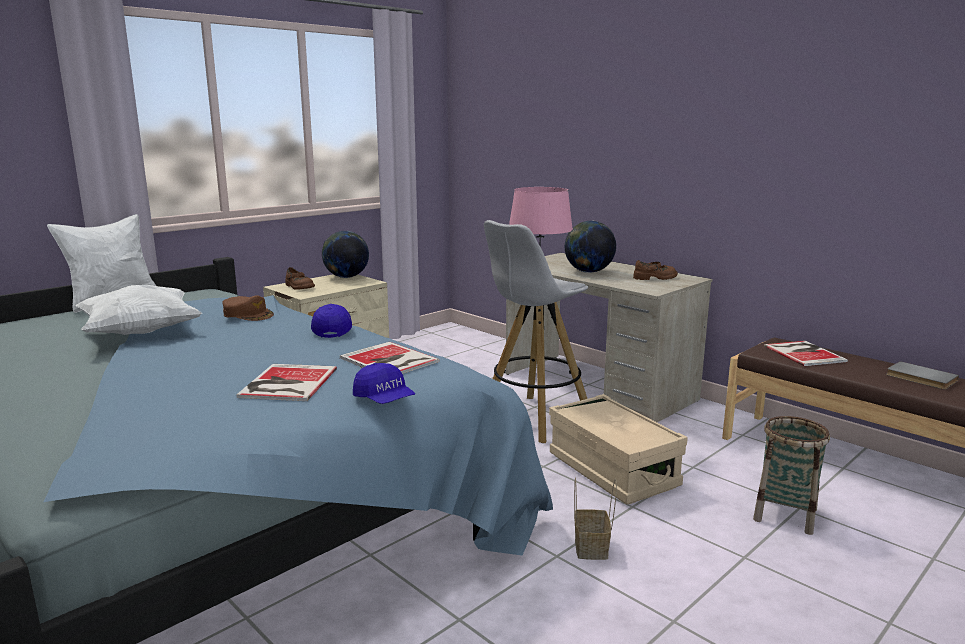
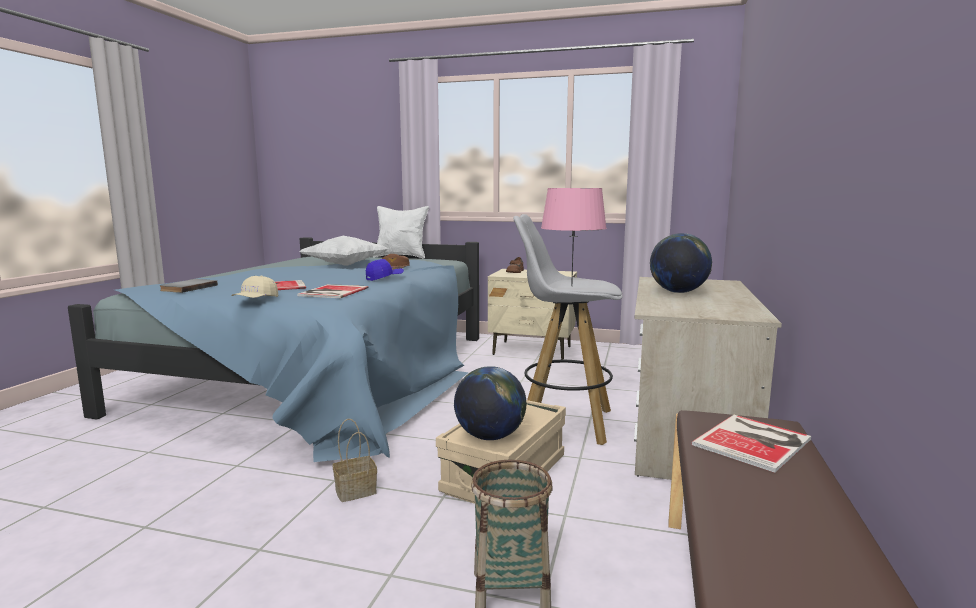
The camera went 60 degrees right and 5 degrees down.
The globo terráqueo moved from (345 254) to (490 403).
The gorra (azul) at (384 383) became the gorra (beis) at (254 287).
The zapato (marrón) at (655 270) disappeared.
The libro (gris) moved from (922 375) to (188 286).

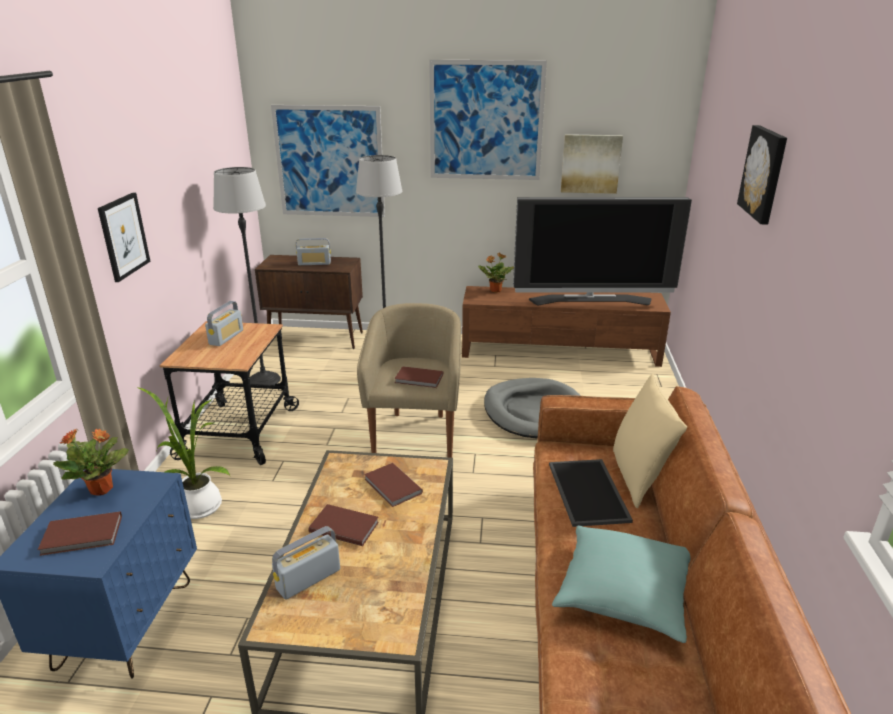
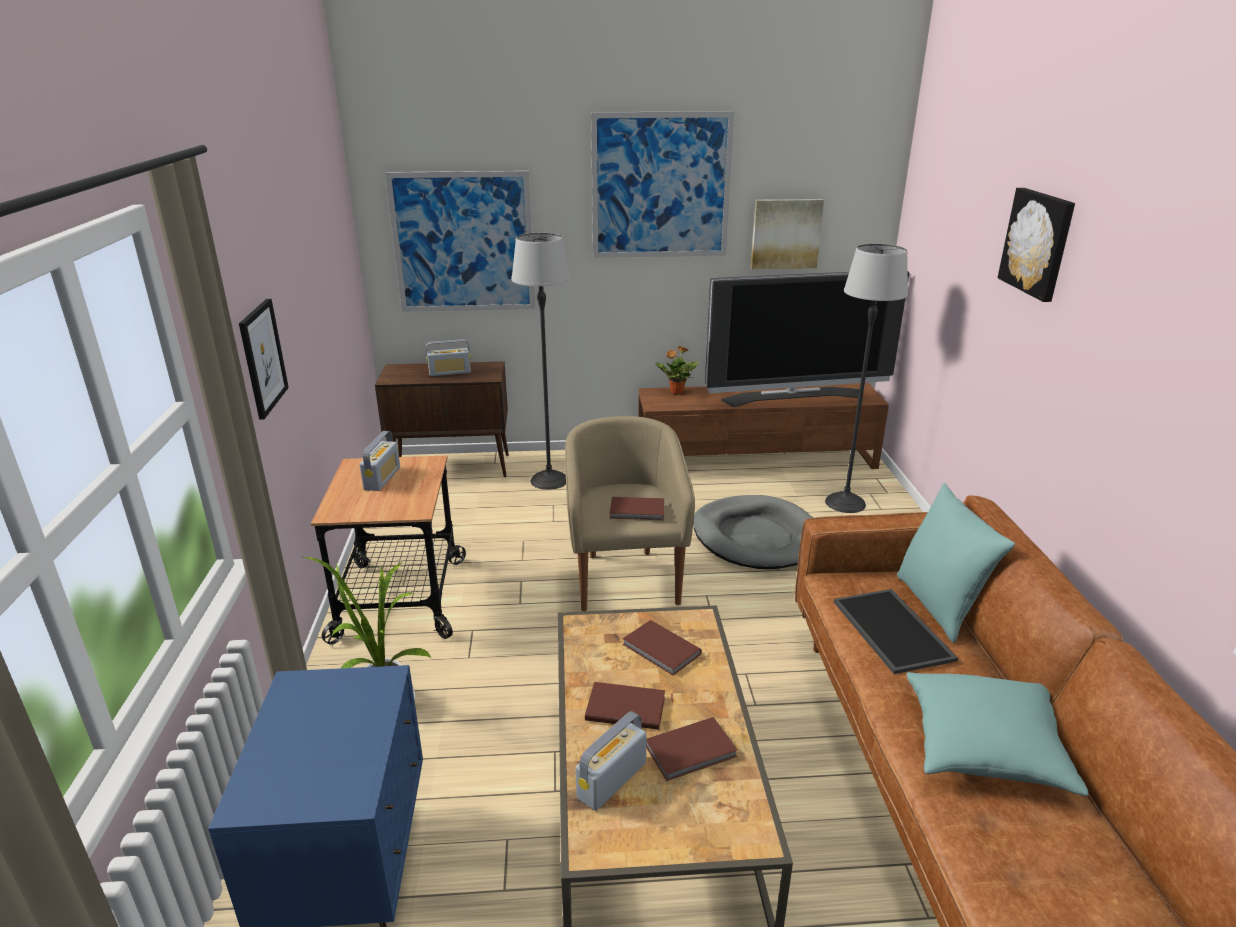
The camera went 10 degrees left and 0 degrees up.
The libro (marrón) moved from (80 533) to (691 749).
The planta en maceta at (91 462) disappeared.
The lámpara de pie moved from (247 276) to (866 378).
The cojín (beis) at (650 440) became the cojín (turquesa) at (956 563).

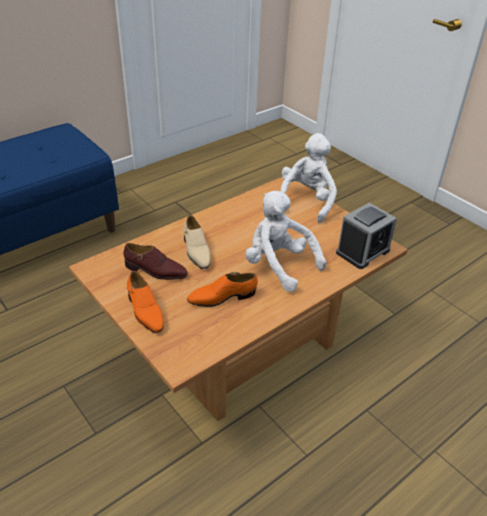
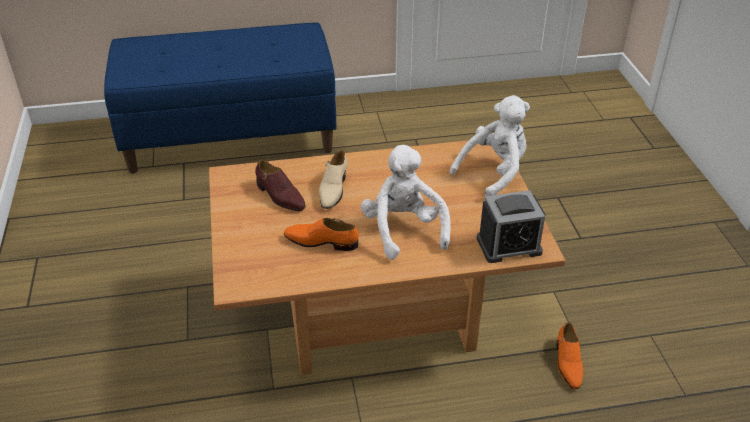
The camera went 30 degrees right and 0 degrees up.
The zapato (naranja) moved from (145 302) to (569 355).

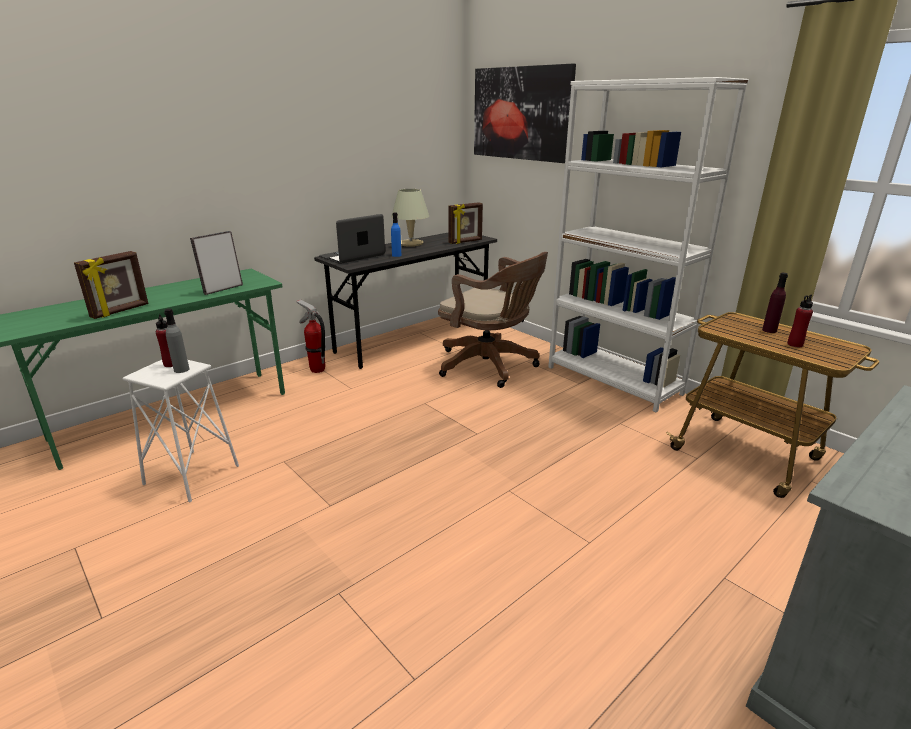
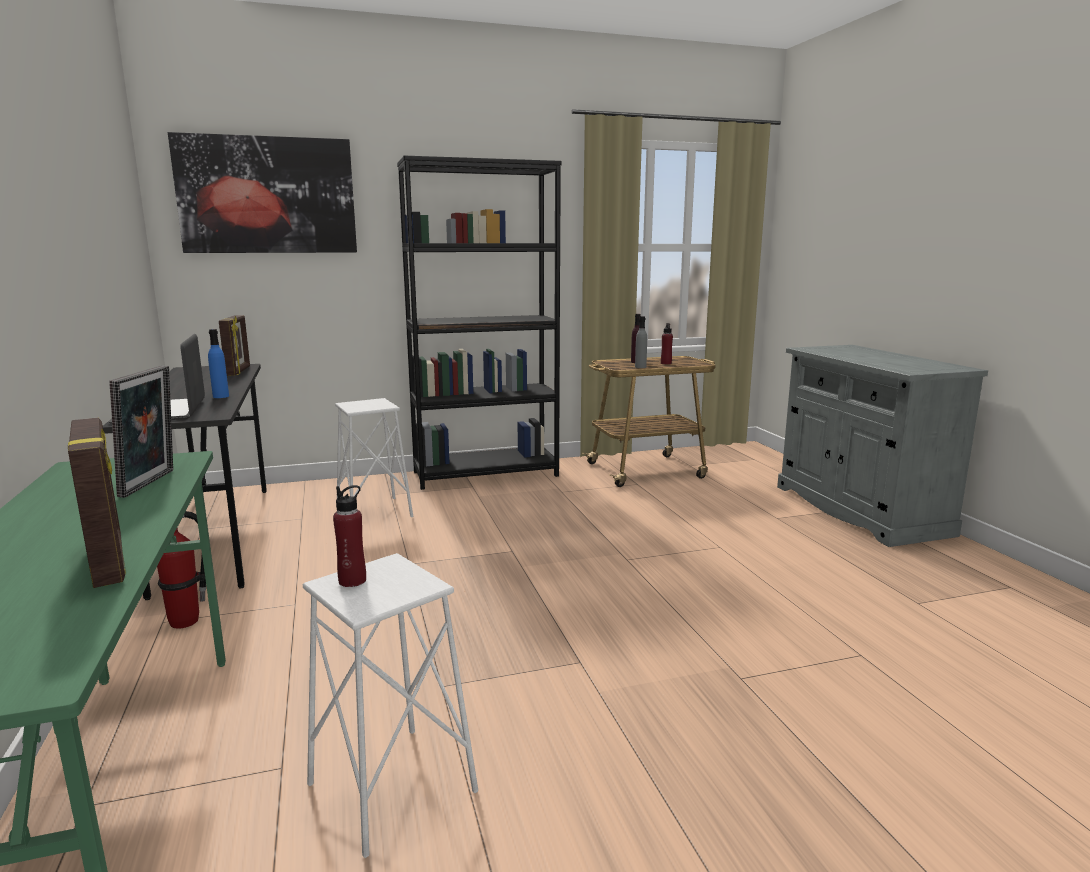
The camera went 65 degrees left and 10 degrees down.
The botella (gris) moved from (176 341) to (641 342).
The portarretratos at (216 263) turned 150 degrees counterclockwise.
The lámpara de mesa (beis) at (410 218) disappeared.
The silla de oficina (marrón) at (493 320) was replaced by the taburete (blanco) at (374 457).
The estantería (blanco) at (648 244) became the estantería (negro) at (479 323).

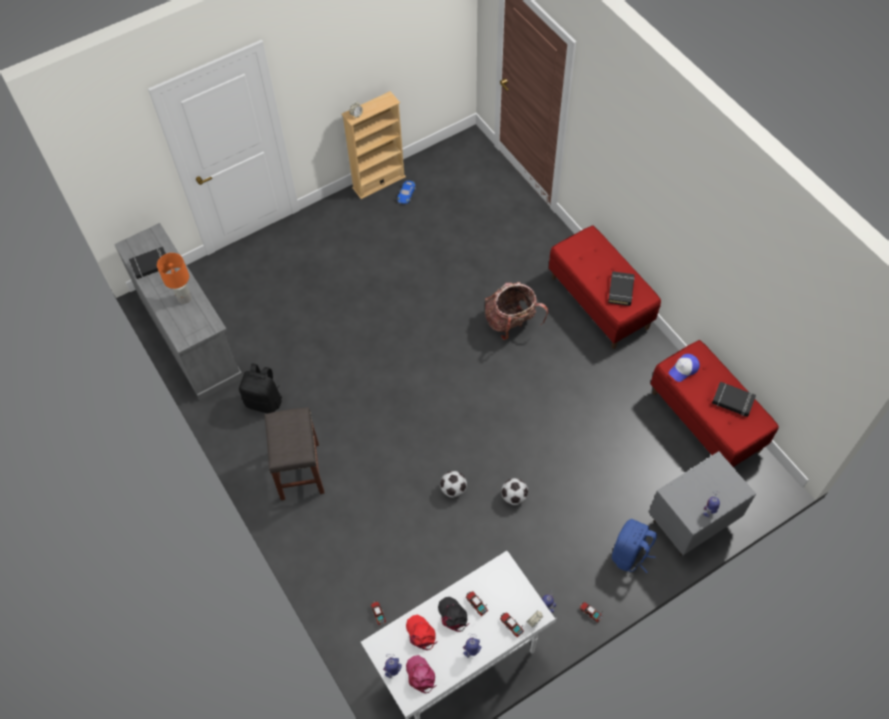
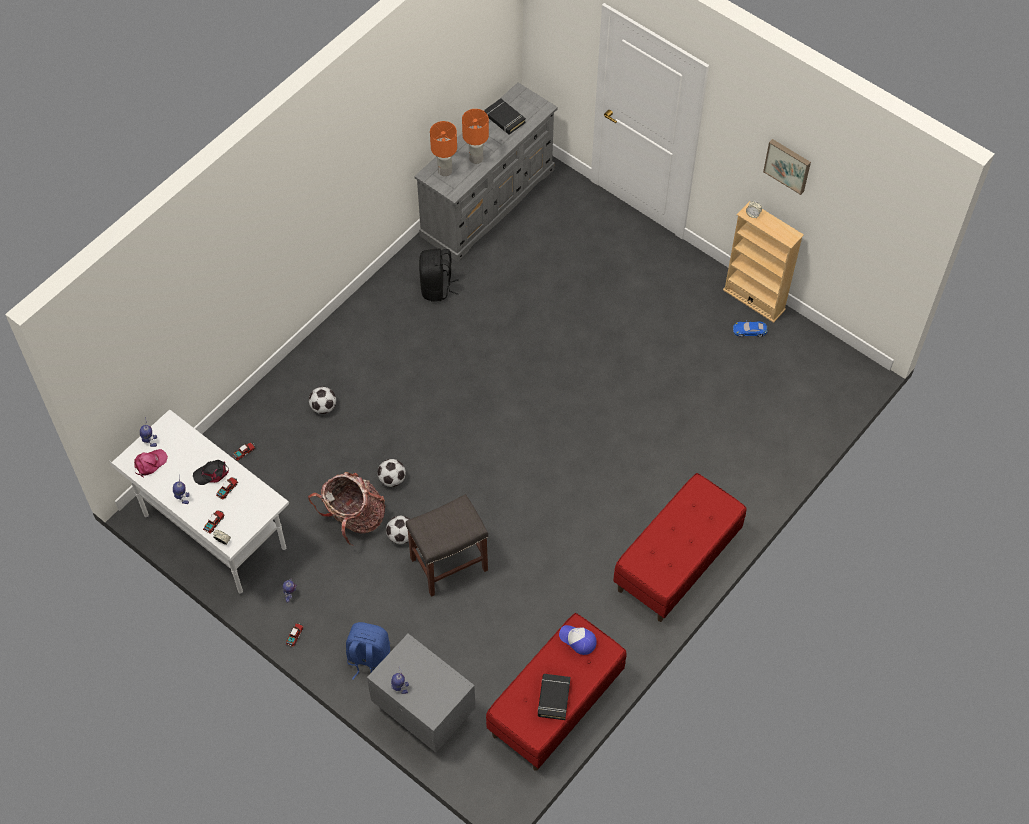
The camera went 70 degrees right and 0 degrees up.
The taburete (gris) moved from (295 453) to (446 545).
The gorra (rojo) at (421 632) disappeared.
The gorra (negro) at (453 614) turned 150 degrees counterclockwise.
The mochila moved from (516 311) to (346 509).
The libro (negro) at (621 288) disappeared.
The balón de fútbol at (322 400) appeared.
The lámpara de mesa (naranja) at (443 148) appeared.
The cuadro at (787 167) appeared.

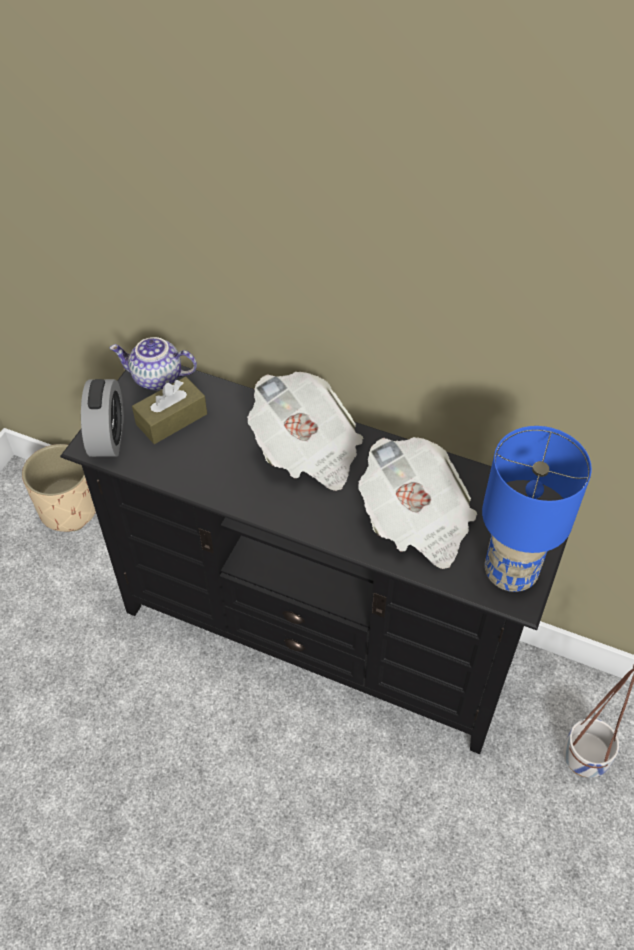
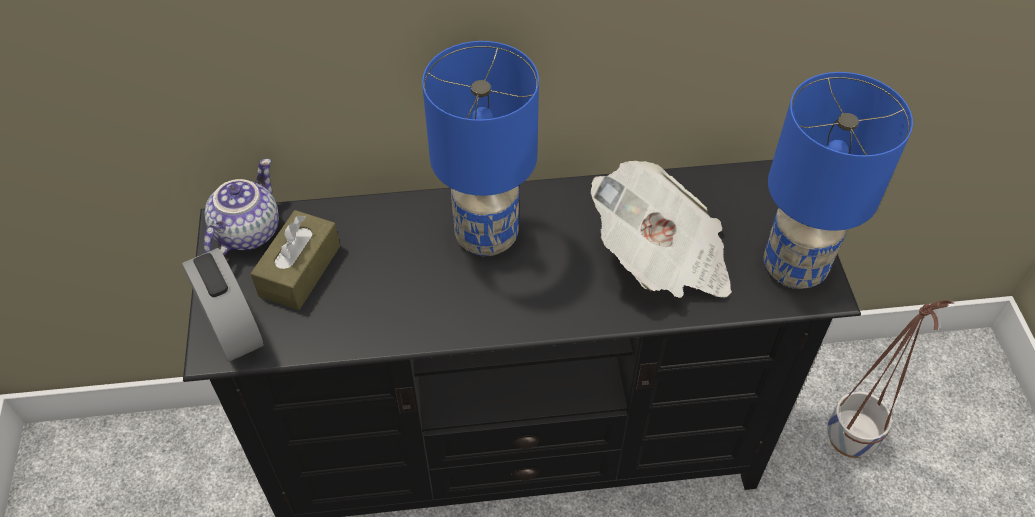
The camera went 30 degrees left and 0 degrees up.
The maceta (beis) at (59 488) disappeared.
The tetera at (153 364) turned 135 degrees clockwise.
The periódico at (305 431) was replaced by the lámpara de mesa (azul) at (480 148).

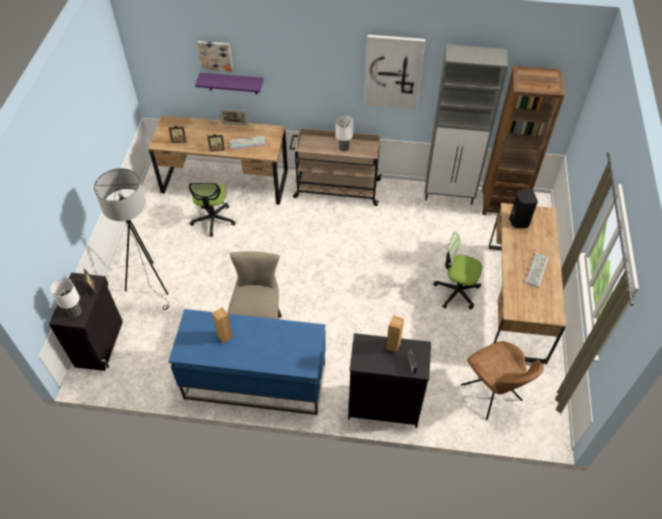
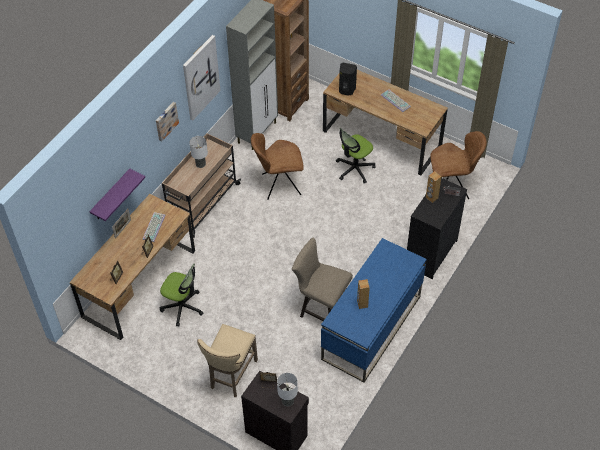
The camera went 65 degrees left and 0 degrees up.
The lámpara de pie (gris) at (131 239) was replaced by the taburete (beis) at (227 360).
The cuadro moved from (215 56) to (167 122).
The silla (marrón) at (277 166) appeared.

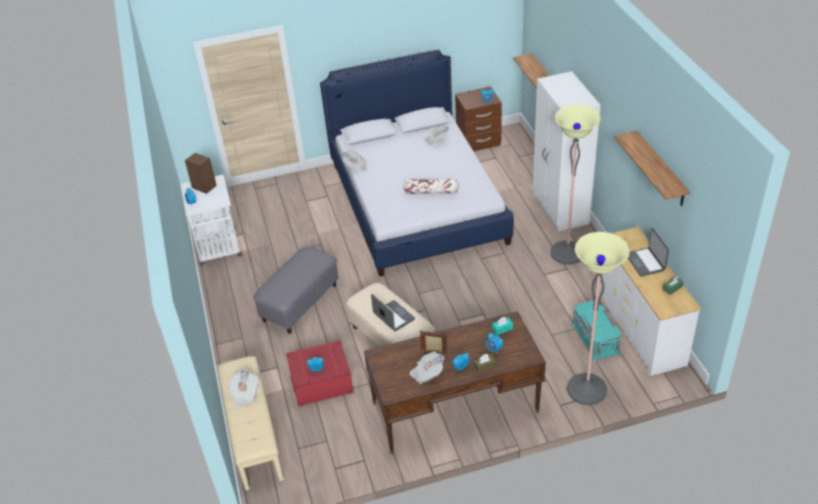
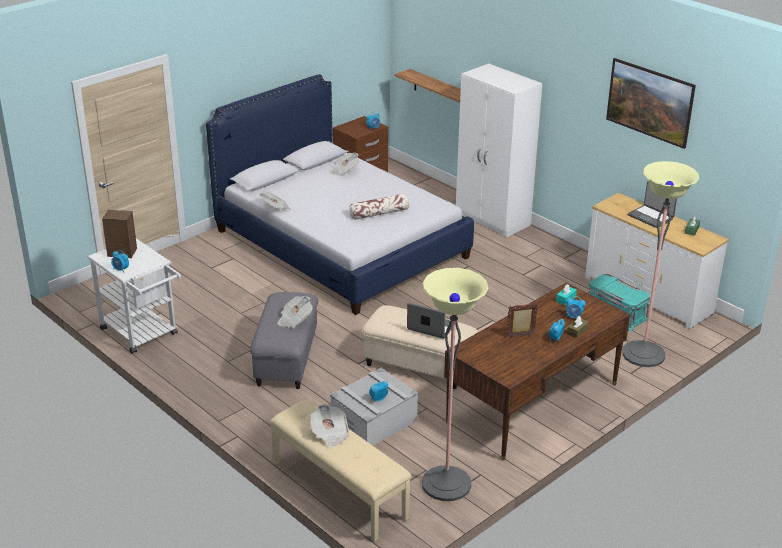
The camera went 30 degrees left and 10 degrees down.
The caja de almacenaje (rojo) at (320 373) became the caja de almacenaje (gris) at (374 407).
The periódico moved from (427 367) to (295 312).
The lámpara de pie moved from (575 185) to (455 384).
The estante at (652 168) was replaced by the cuadro at (651 103).

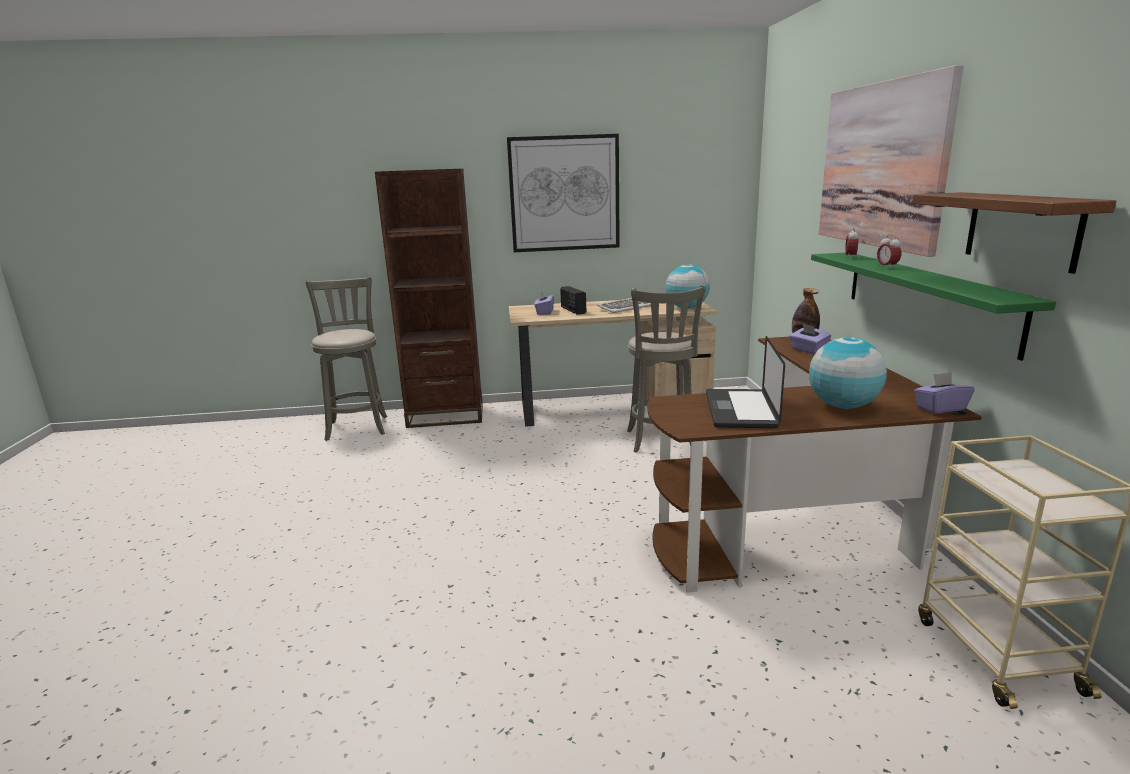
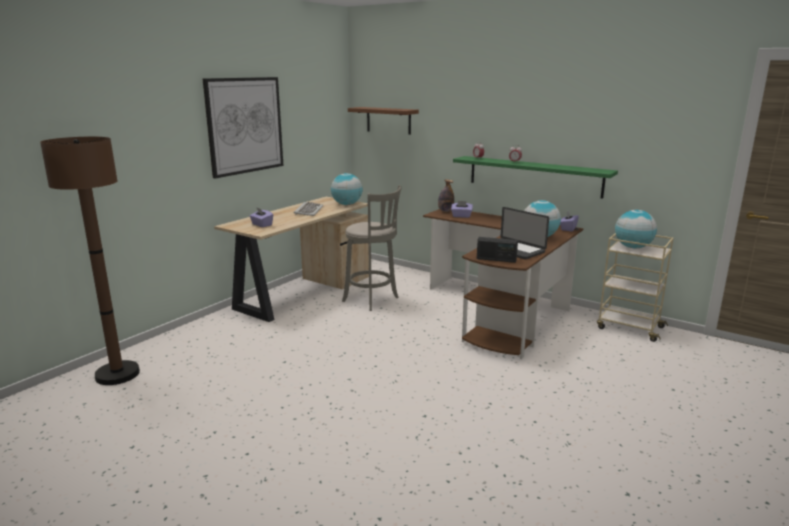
The camera went 50 degrees left and 0 degrees up.
The taburete (gris) at (346 359) was replaced by the lámpara de pie (marrón) at (90 261).
The estantería (marrón) at (429 298) disappeared.
The radio moved from (573 300) to (497 250).
The cuadro at (891 161) disappeared.
The estante moved from (1014 233) to (383 121).
The globo terráqueo at (636 229) appeared.

